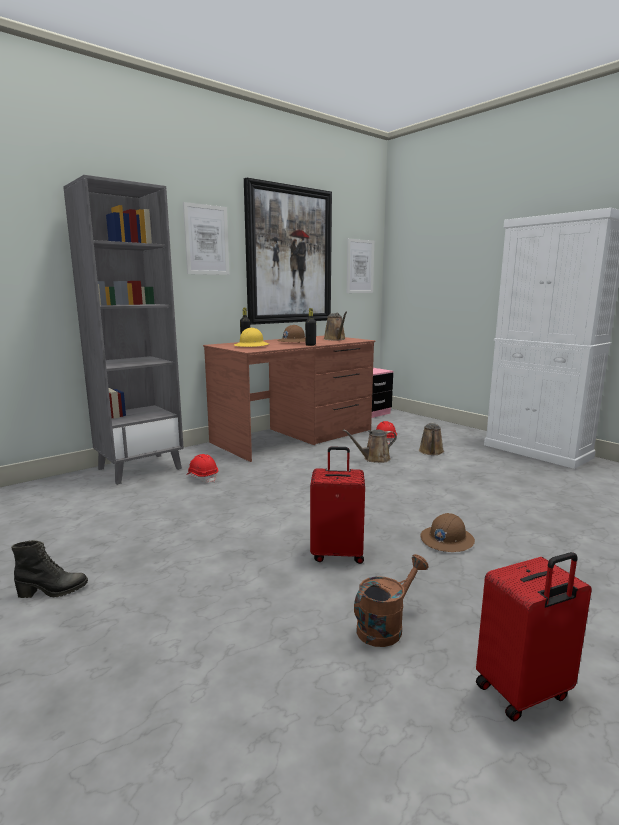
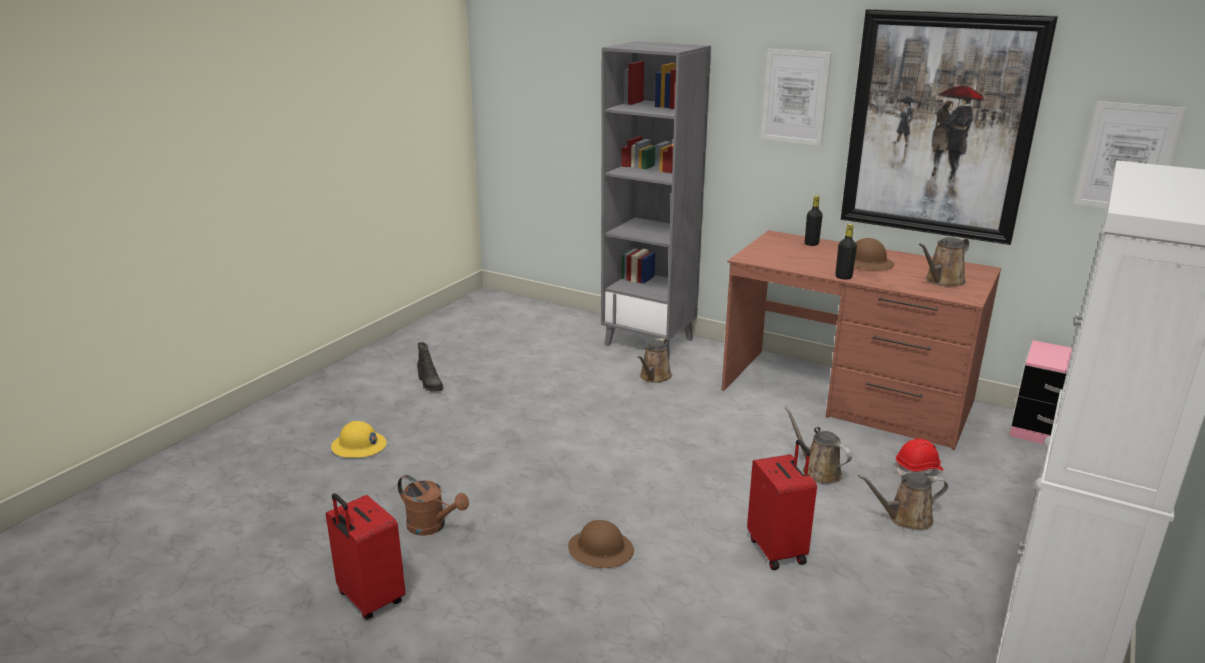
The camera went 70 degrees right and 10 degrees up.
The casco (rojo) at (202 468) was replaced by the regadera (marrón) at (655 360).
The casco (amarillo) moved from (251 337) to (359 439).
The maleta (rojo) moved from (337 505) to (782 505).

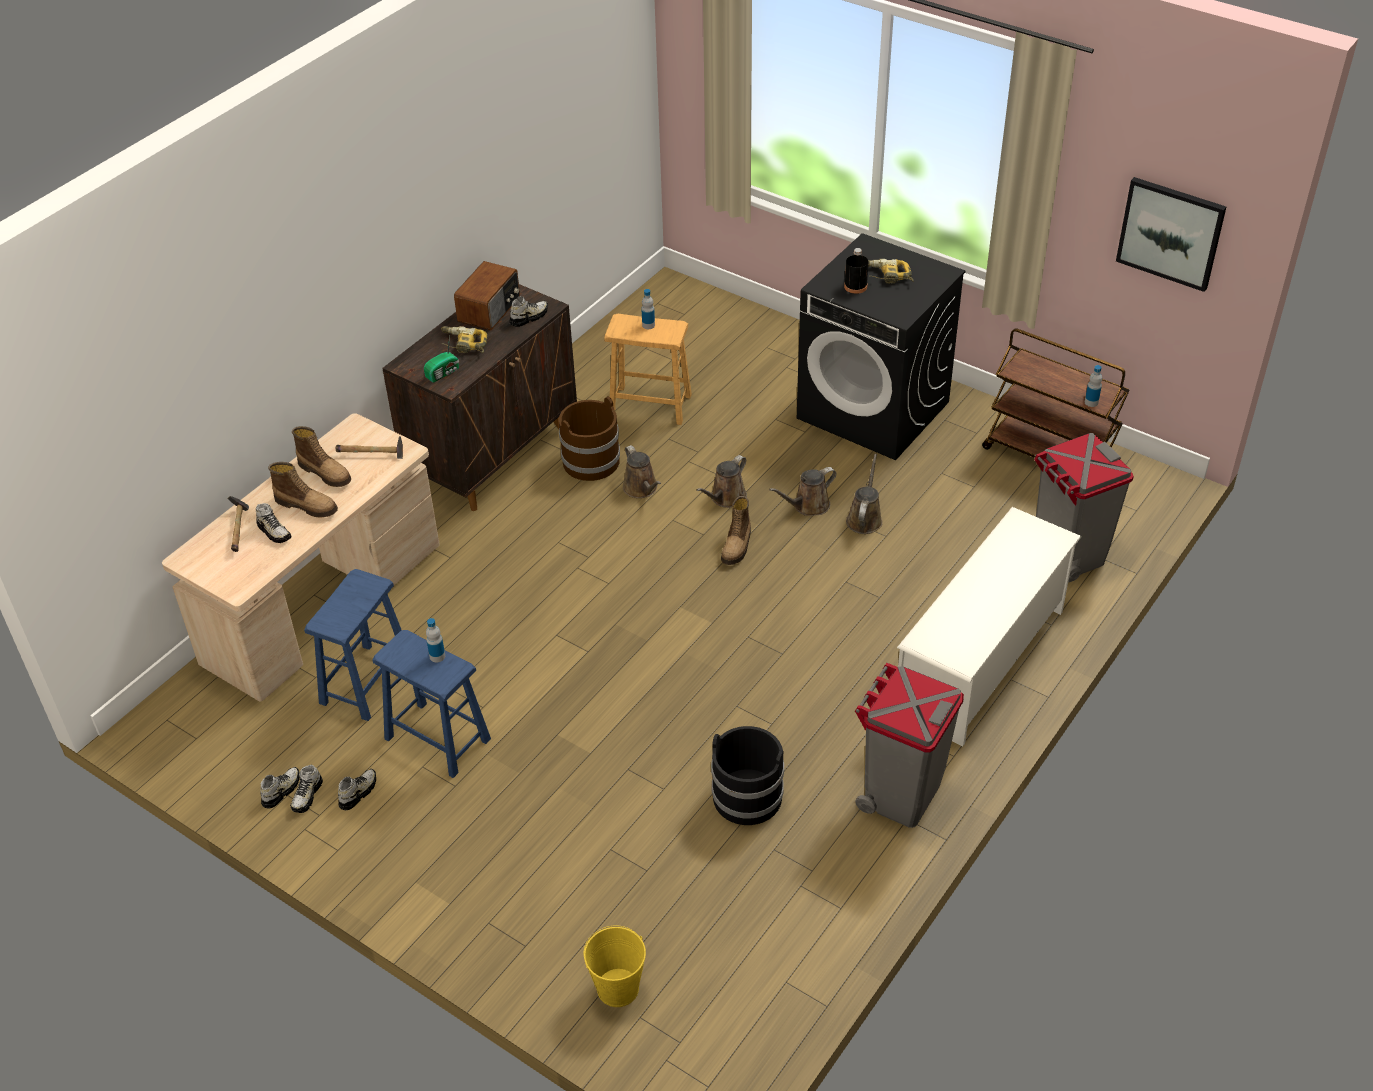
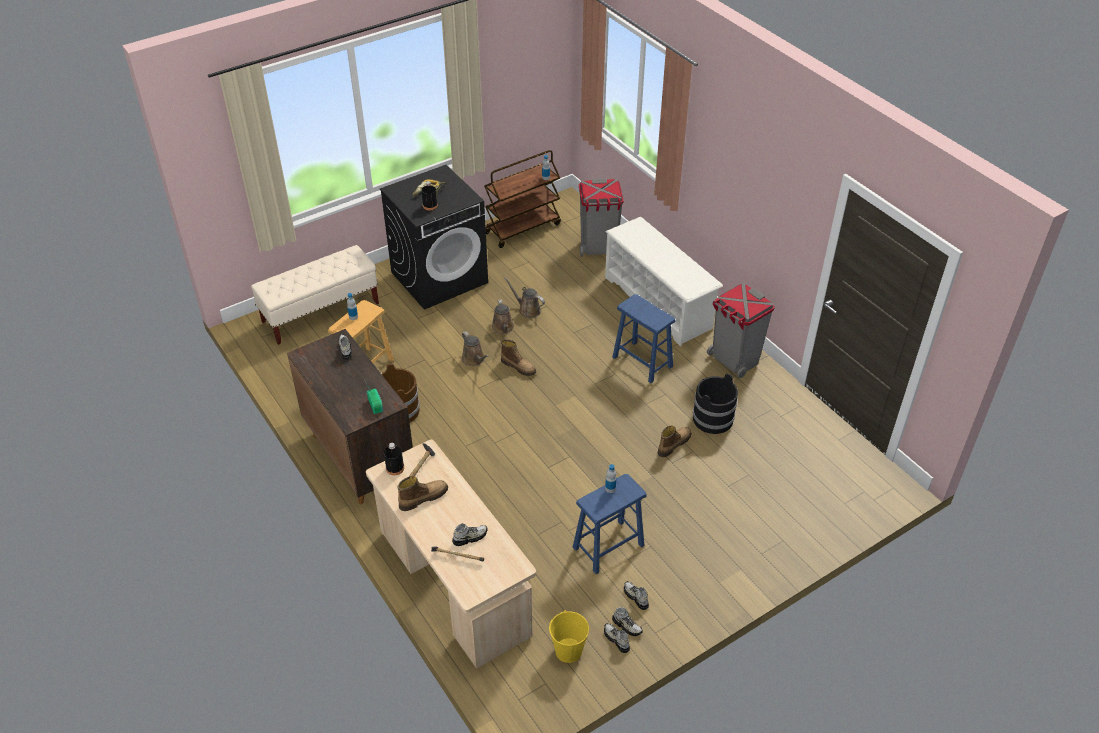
The camera went 70 degrees left and 0 degrees up.
The bota moved from (303 490) to (674 441).
The taburete (azul) moved from (352 645) to (644 338).
The taladro at (464 339) disappeared.
The radio at (487 296) disappeared.
The cubo (amarillo) moved from (615 966) to (569 636).
The regadera (marrón) at (642 471) disappeared.
The cuadro at (1171 234) disappeared.
The banco (beis) at (315 295) appeared.
The botella (negro) at (394 459) appeared.

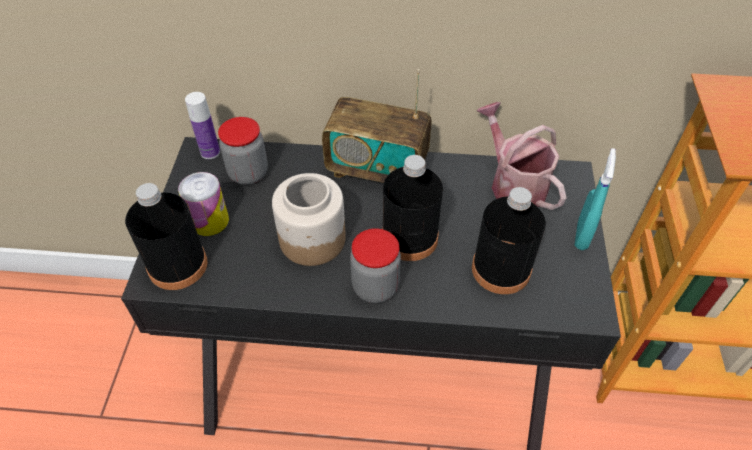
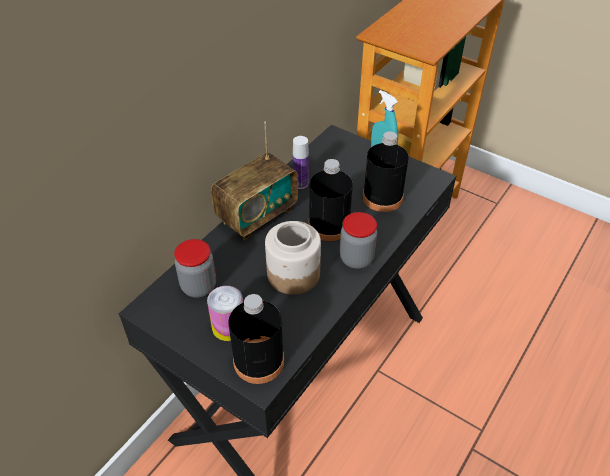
The camera went 60 degrees left and 5 degrees down.
The botella moved from (202 125) to (301 162).
The regadera at (521 156) disappeared.

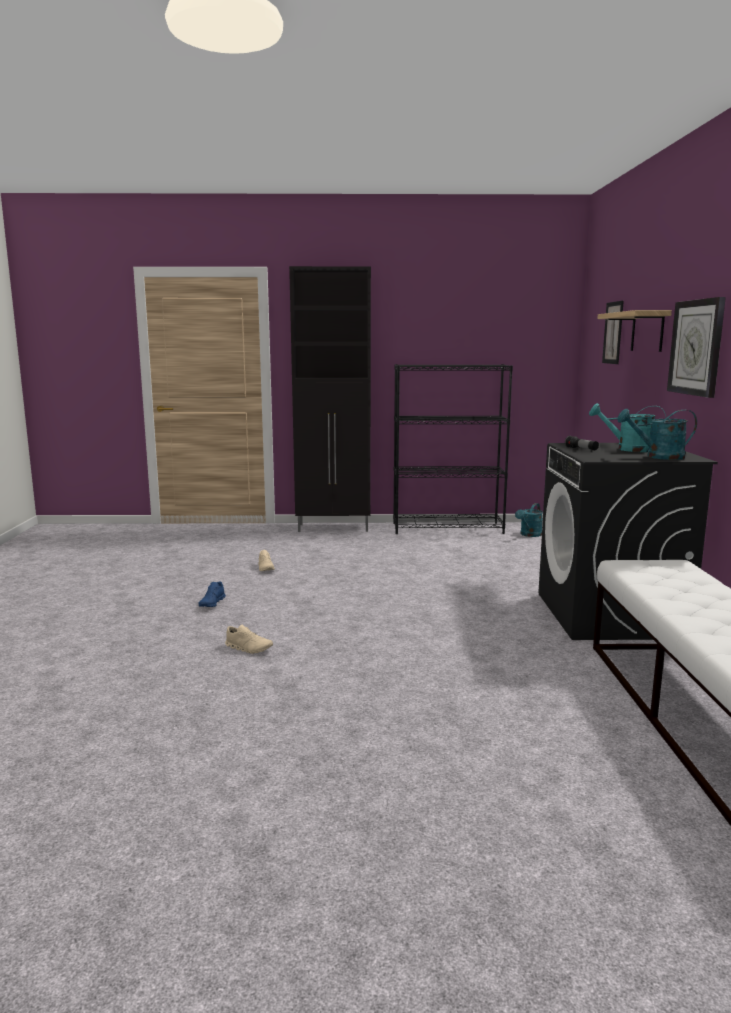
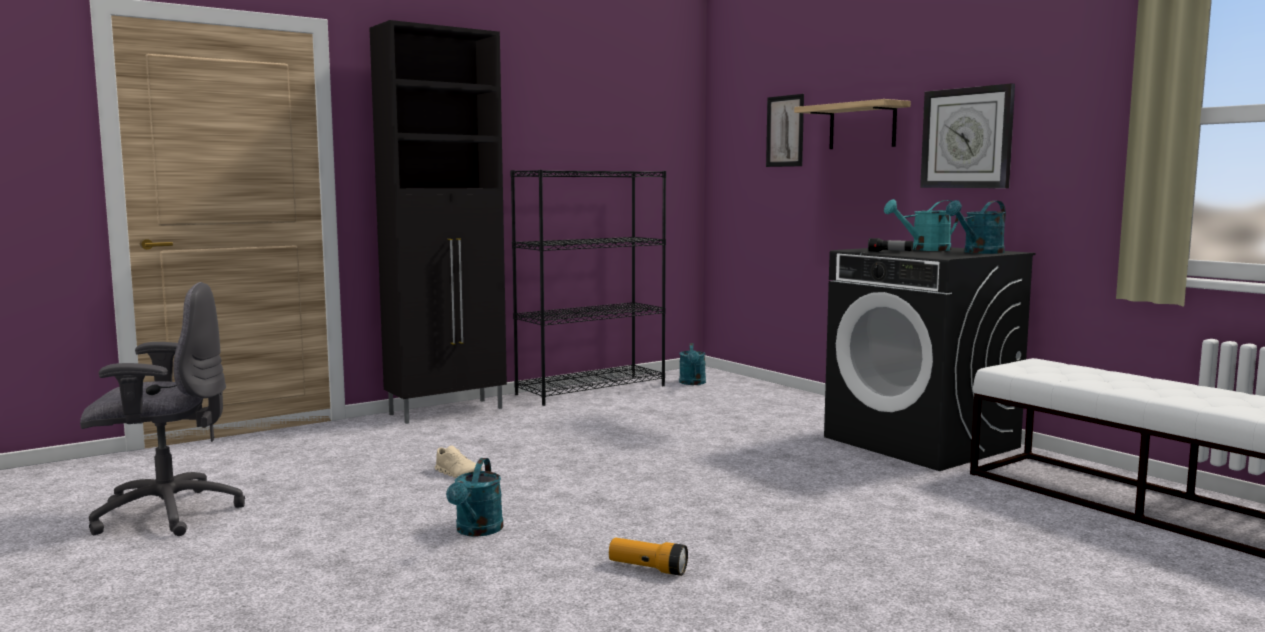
The camera went 35 degrees left and 5 degrees down.
The zapato (azul) at (212 594) was replaced by the regadera (turquesa) at (474 497).
The zapato (beis) at (249 639) was replaced by the linterna at (648 557).
The silla de oficina (gris) at (162 409) appeared.

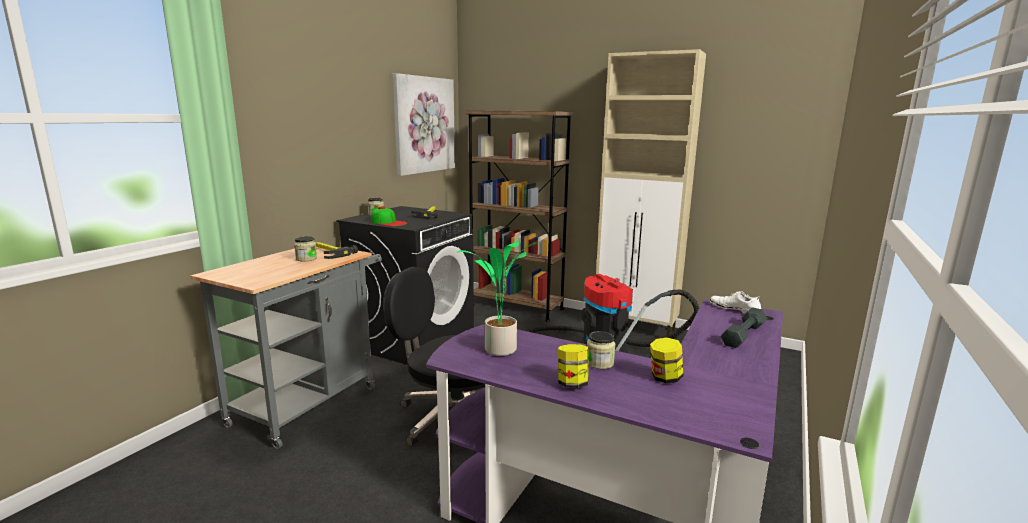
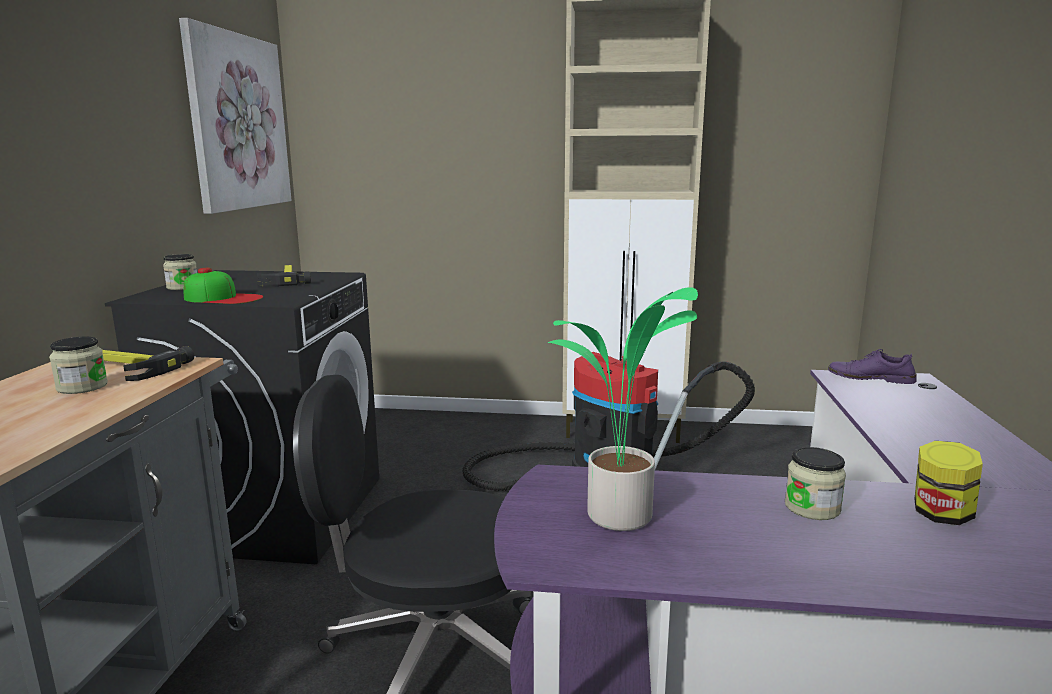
The camera went 20 degrees left and 0 degrees up.
The estantería (marrón) at (519 215) disappeared.
The tarro at (573 366) disappeared.
The zapato (blanco) at (736 302) became the zapato (morado) at (872 366).
The mancuerna (gris) at (744 327) disappeared.

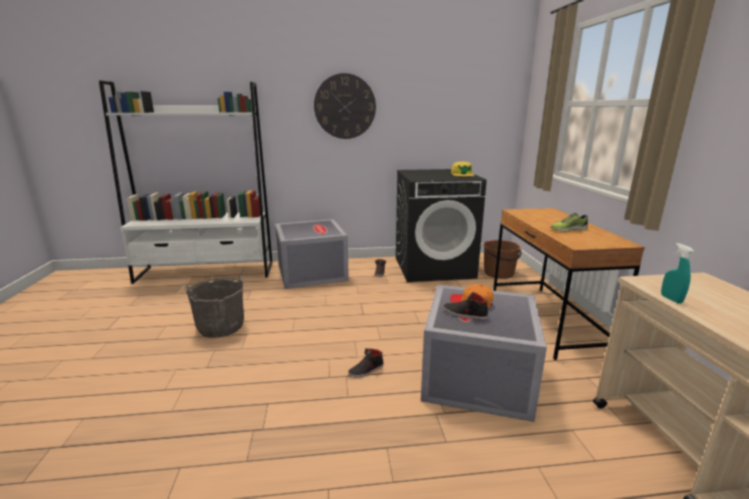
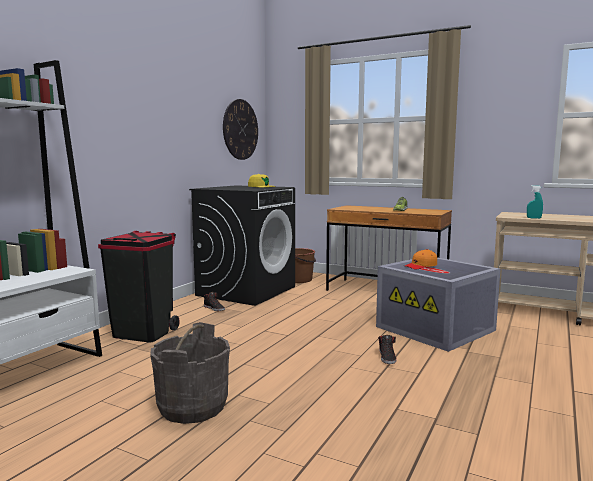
The camera went 55 degrees left and 10 degrees down.
The caja de almacenaje (gris) at (312 254) was replaced by the papelera (negro) at (139 286).
The reloj de pared moved from (345 106) to (240 129).
The zapato (negro) at (465 306) disappeared.

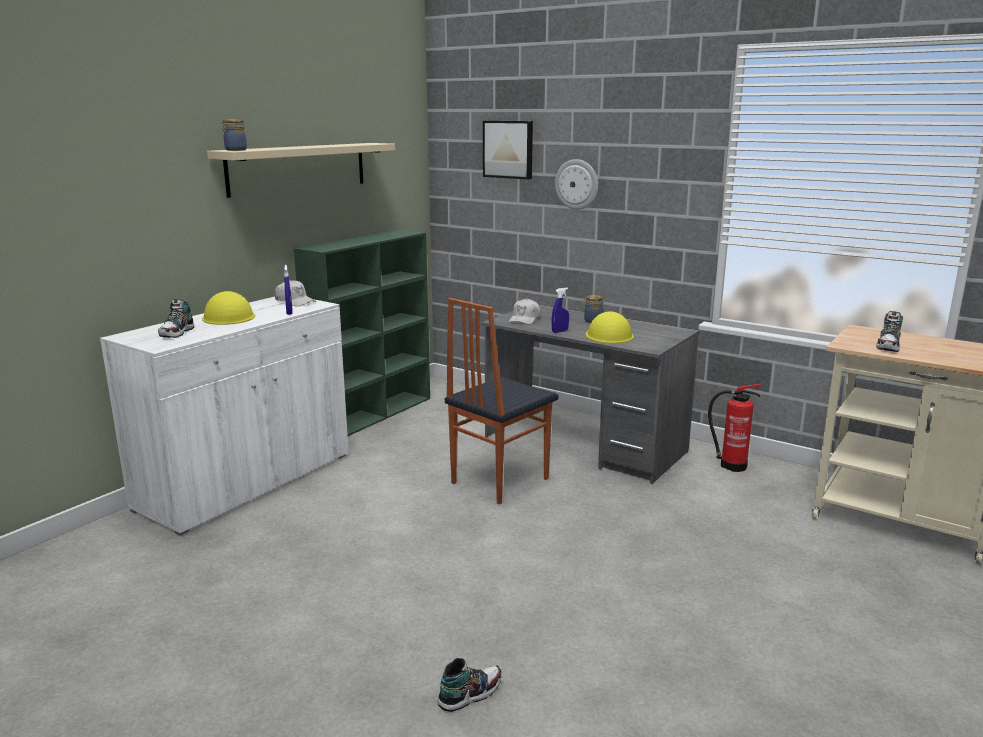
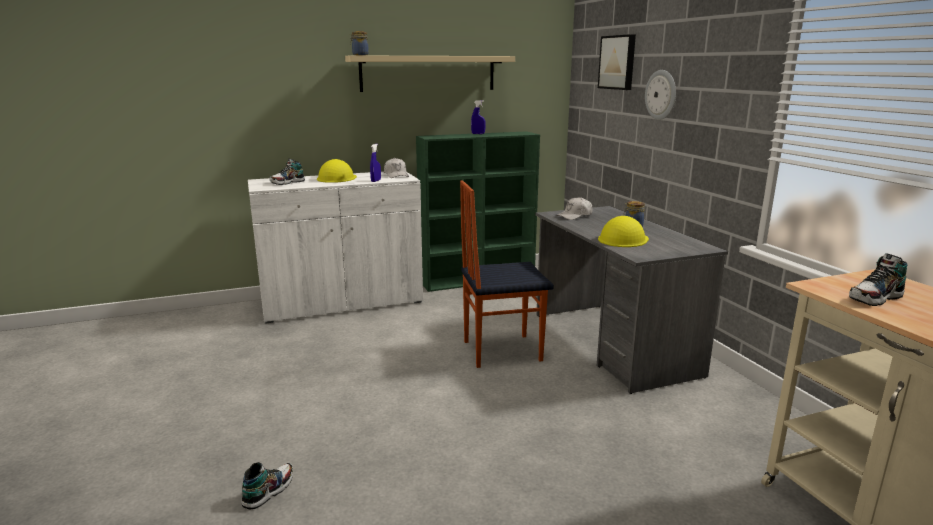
The camera went 35 degrees right and 0 degrees up.
The zapato at (470 685) turned 60 degrees counterclockwise.
The pulverizador (azul) moved from (560 310) to (478 117).
The extintor at (734 428) disappeared.

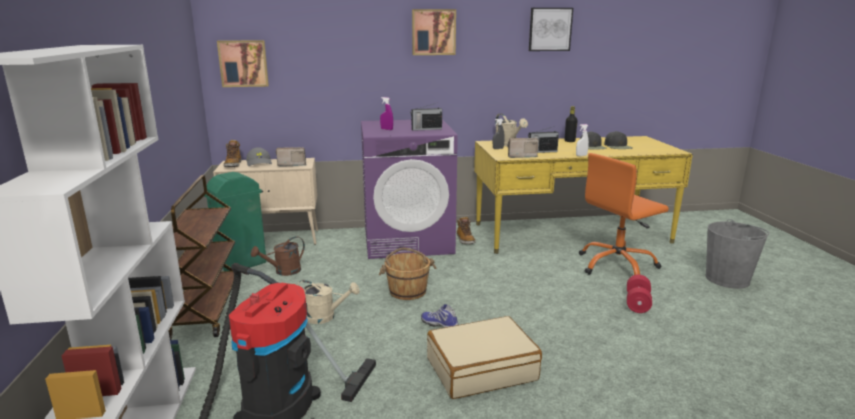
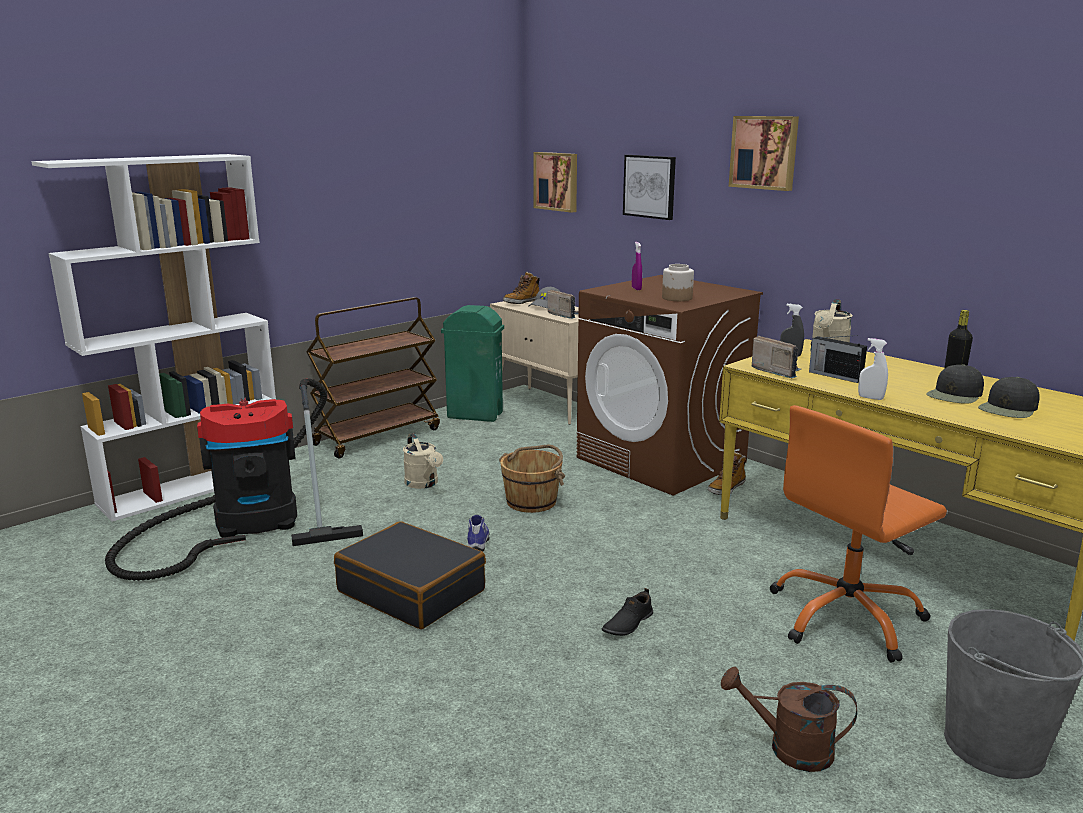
The camera went 55 degrees right and 0 degrees up.
The regadera (marrón) moved from (278 256) to (789 719).
The lavadora (morado) at (409 189) became the lavadora (marrón) at (670 385).
The radio at (426 117) was replaced by the tarro at (678 282).
The maleta (beis) at (484 357) became the maleta (negro) at (410 575).
The cuadro moved from (551 29) to (649 187).
The silla de oficina (naranja) at (624 214) turned 60 degrees counterclockwise.
The mancuerna (rojo) at (639 294) disappeared.
The zapato (negro) at (627 612) appeared.

